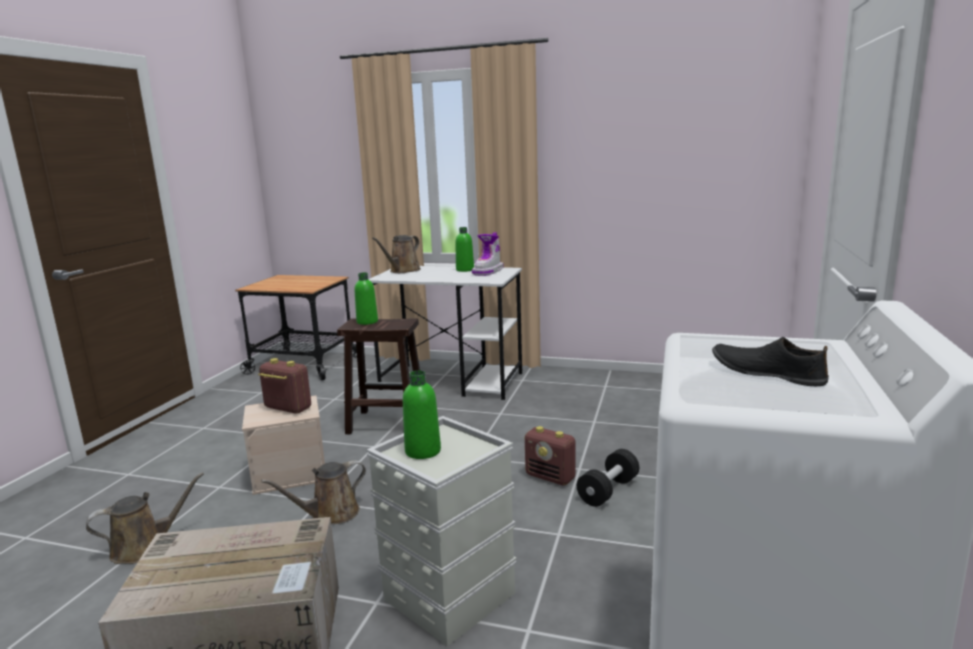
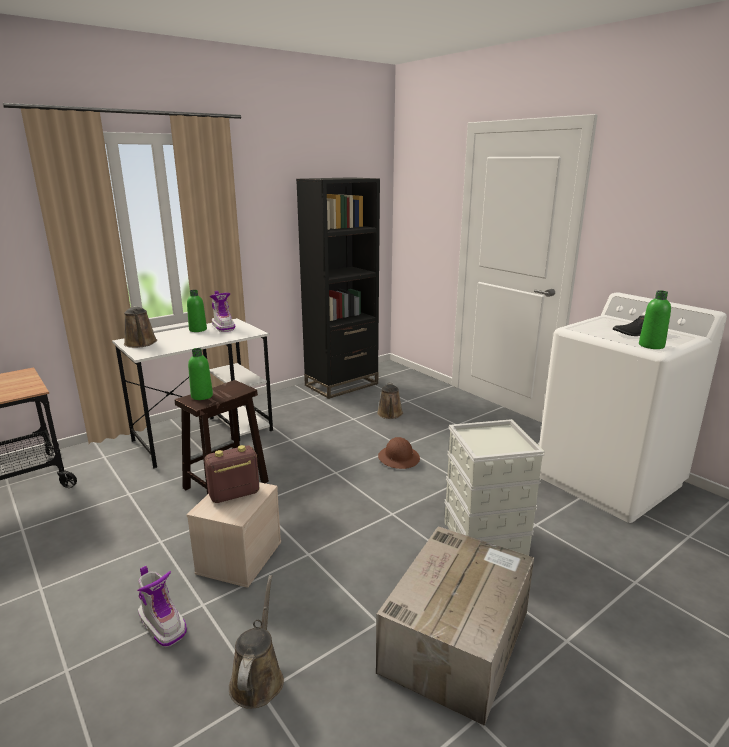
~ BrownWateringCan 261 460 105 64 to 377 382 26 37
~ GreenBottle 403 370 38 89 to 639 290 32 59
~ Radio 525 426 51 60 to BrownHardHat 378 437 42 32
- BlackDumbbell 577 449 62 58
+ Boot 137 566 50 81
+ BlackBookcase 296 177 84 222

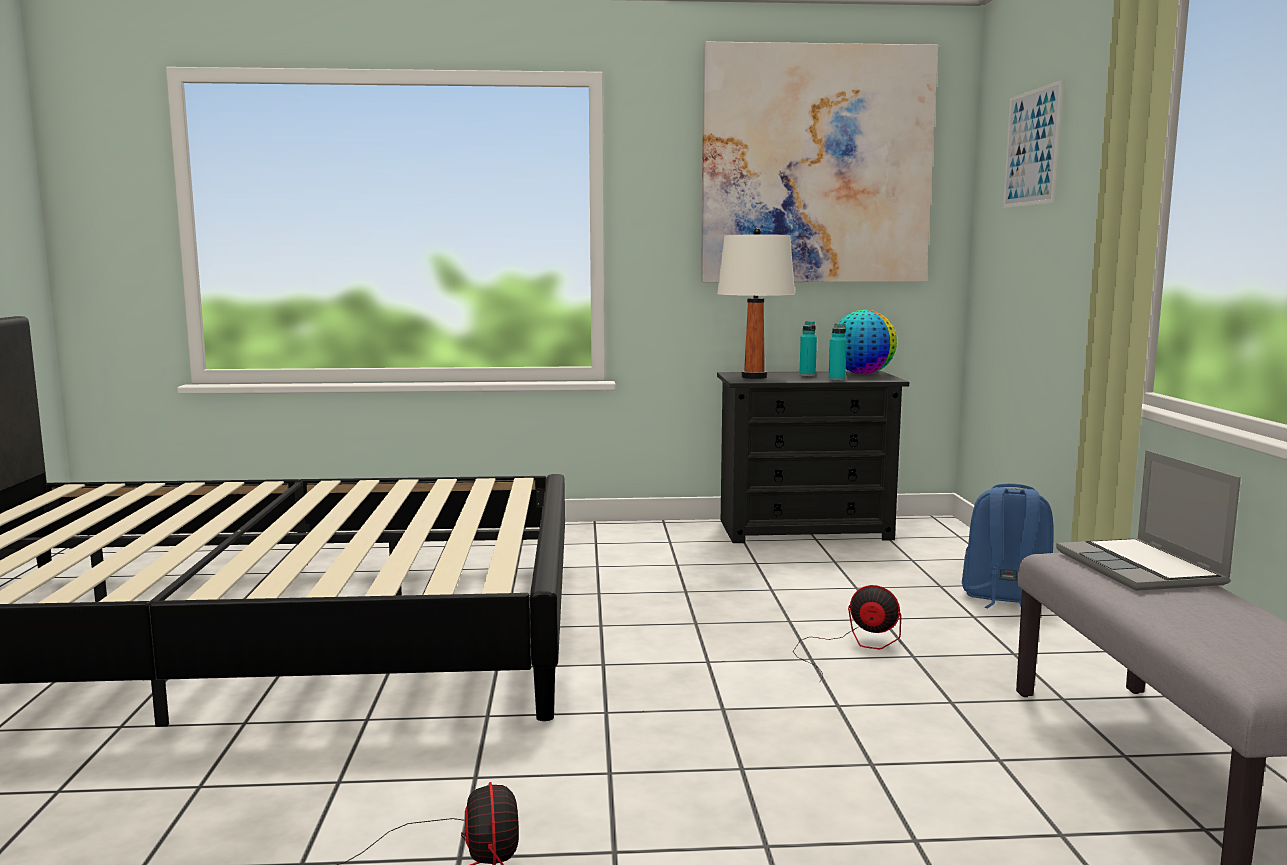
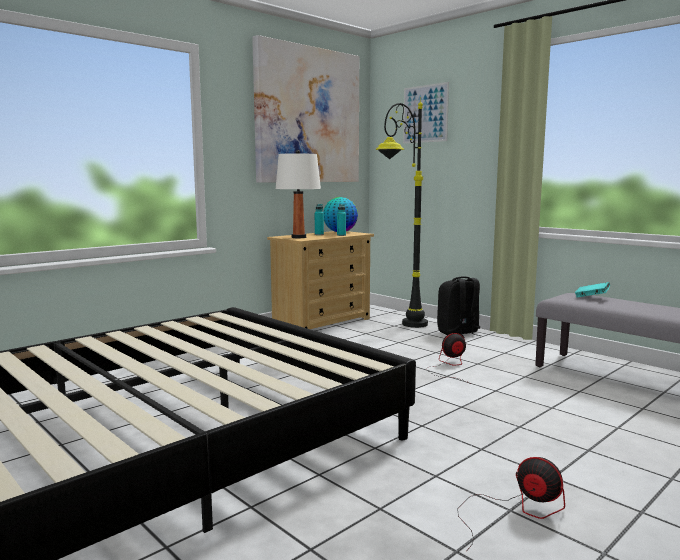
~ BlackDresser 717 371 192 172 to BeigeDresser 267 231 107 98
~ BlueBackpack 962 483 92 125 to BlackBackpack 437 277 44 61
~ Laptop 1056 450 185 141 to TurquoiseBook 575 282 35 15
+ BlackFloorLamp 375 97 53 231

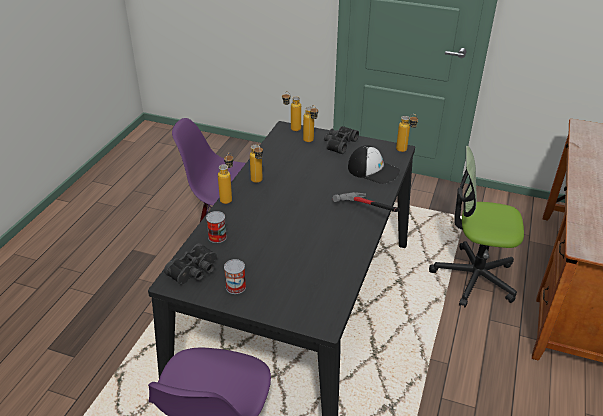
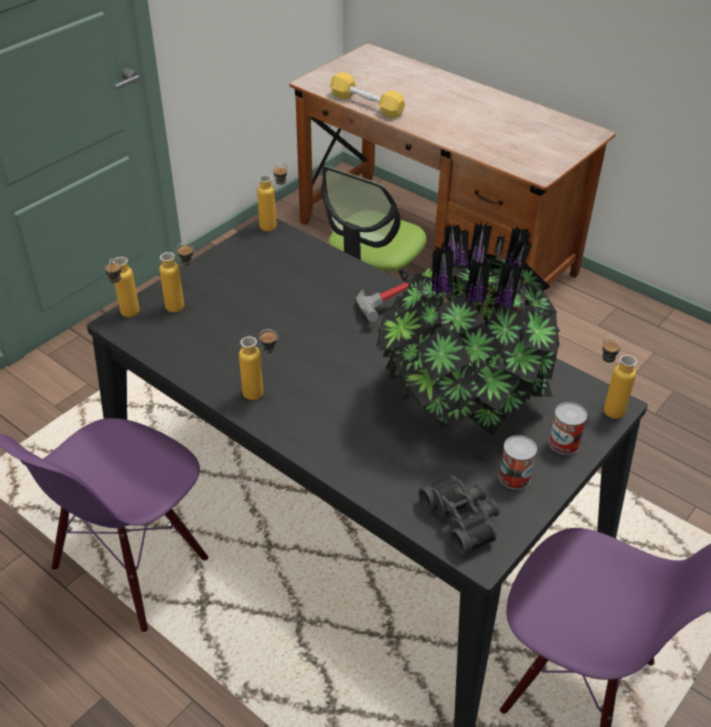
~ Can 206 211 21 32 to 549 402 38 53
~ Bottle 218 152 15 52 to 602 337 35 82
- BlackBinoculars 324 126 35 28
- Cap 348 145 52 39
+ YellowDumbbell 330 72 75 47
+ PottedPlant 376 221 184 214

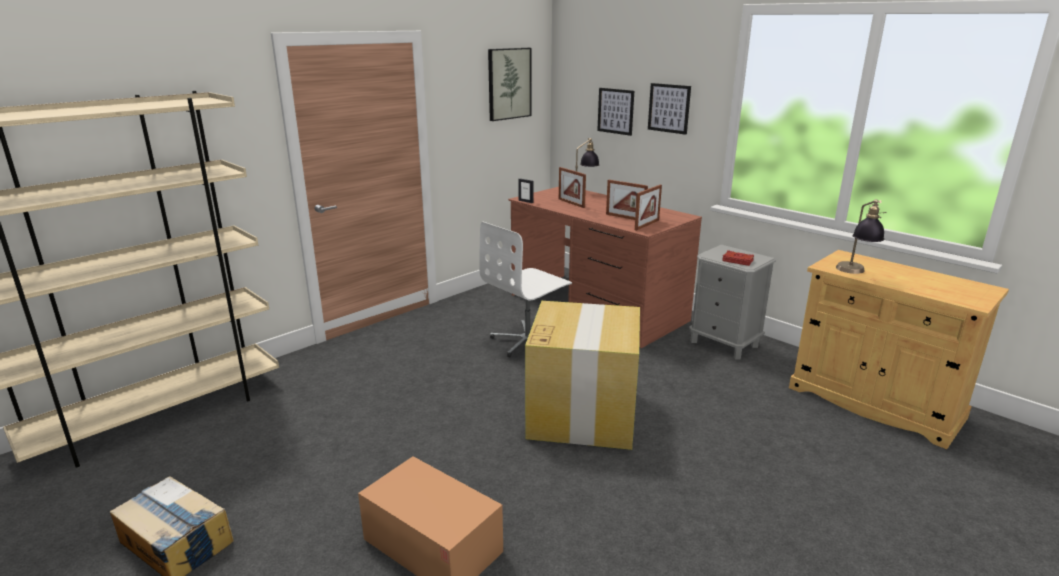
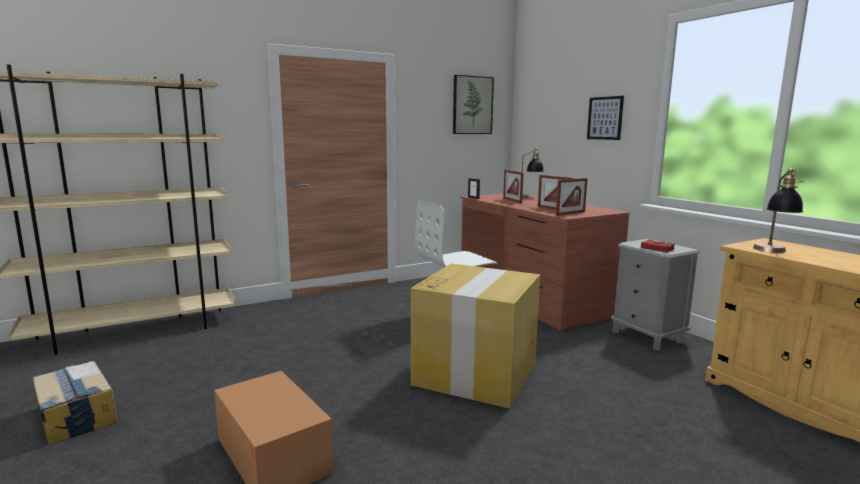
- Picture 597 88 37 48

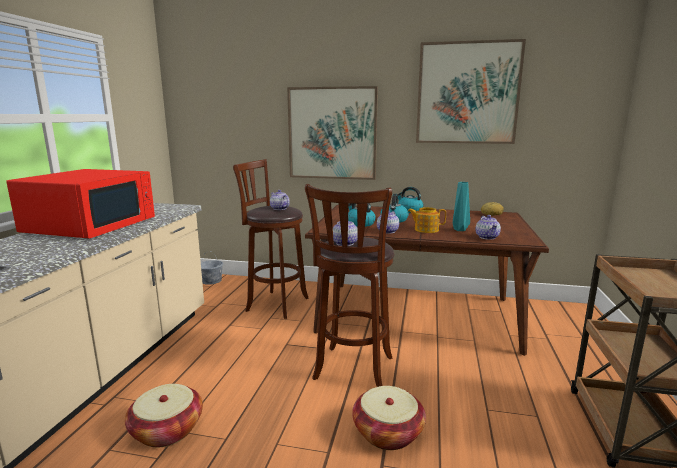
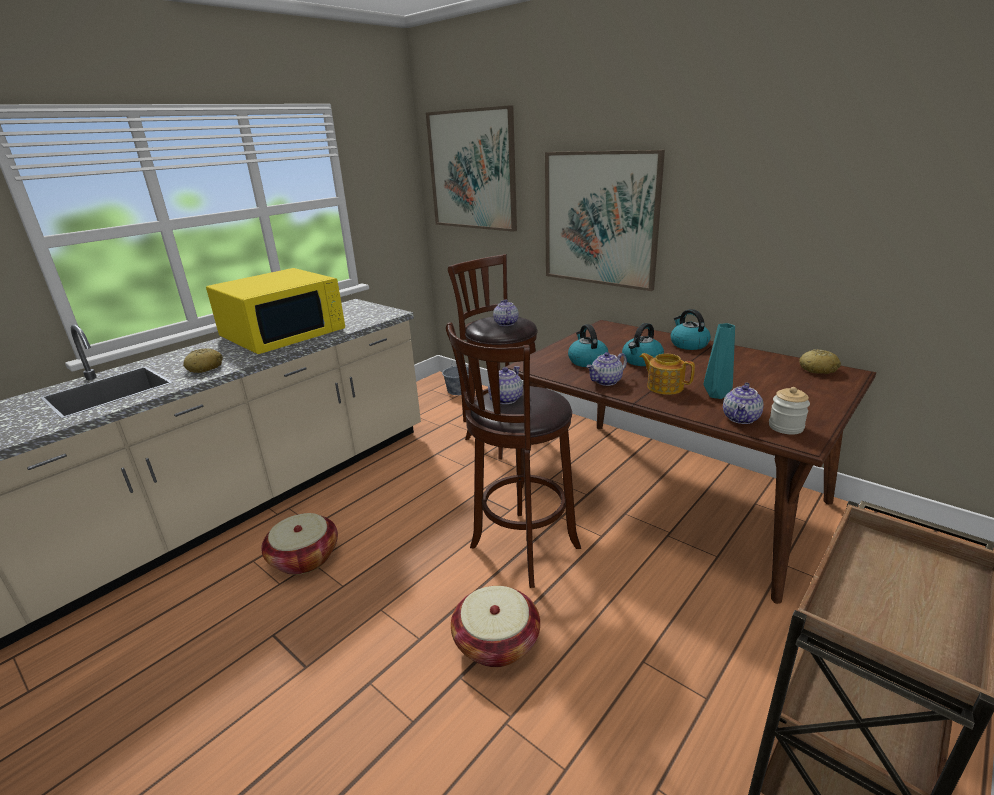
~ RedMicrowave 6 169 149 69 to YellowMicrowave 206 268 139 86
~ Picture 416 39 110 105 to 426 105 91 127
+ Bread 183 348 40 25
+ Jar 769 387 41 48

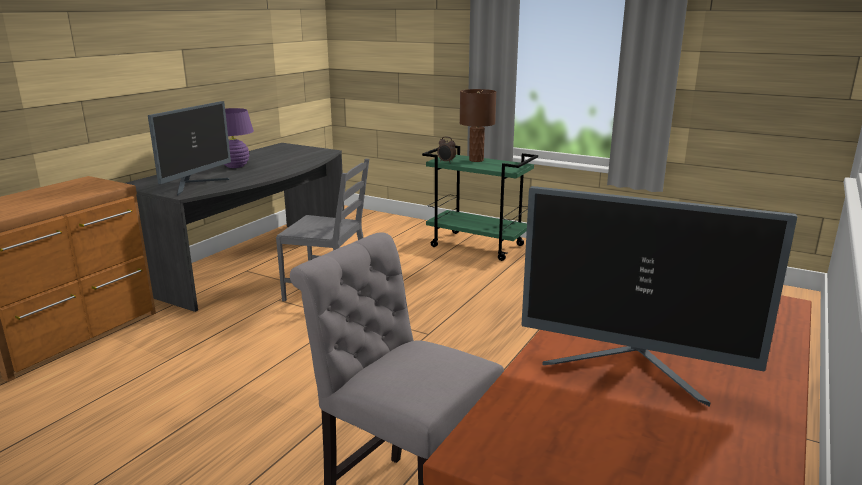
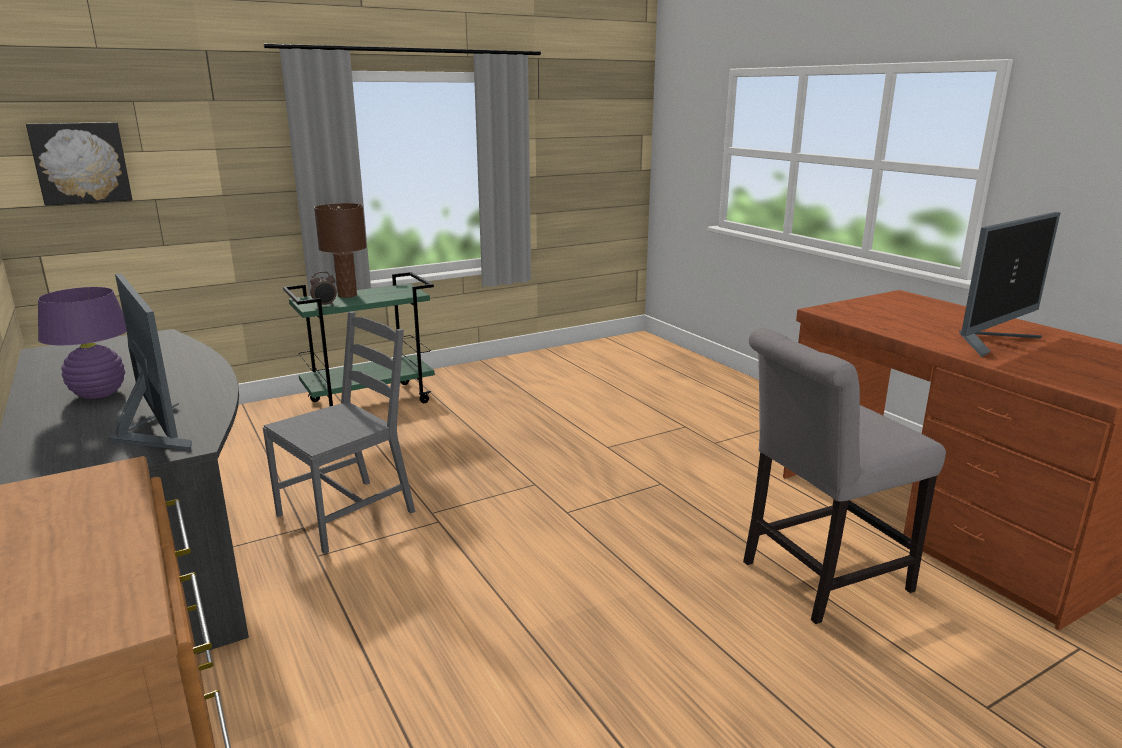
+ Picture 26 122 106 84

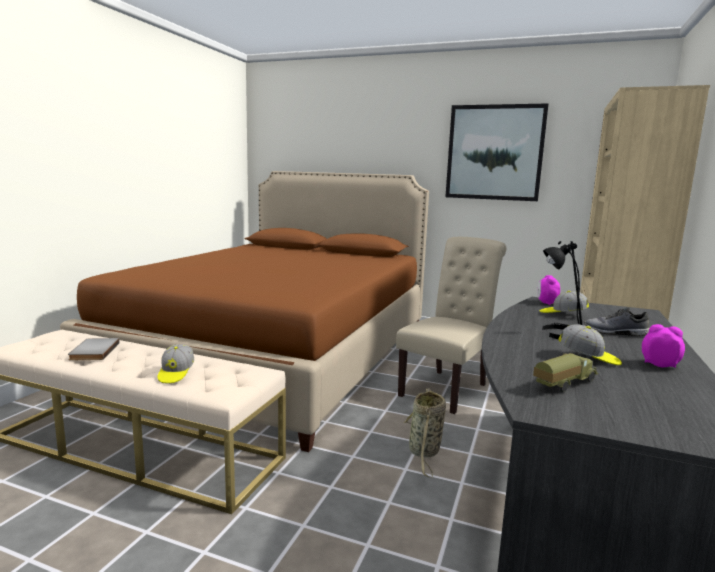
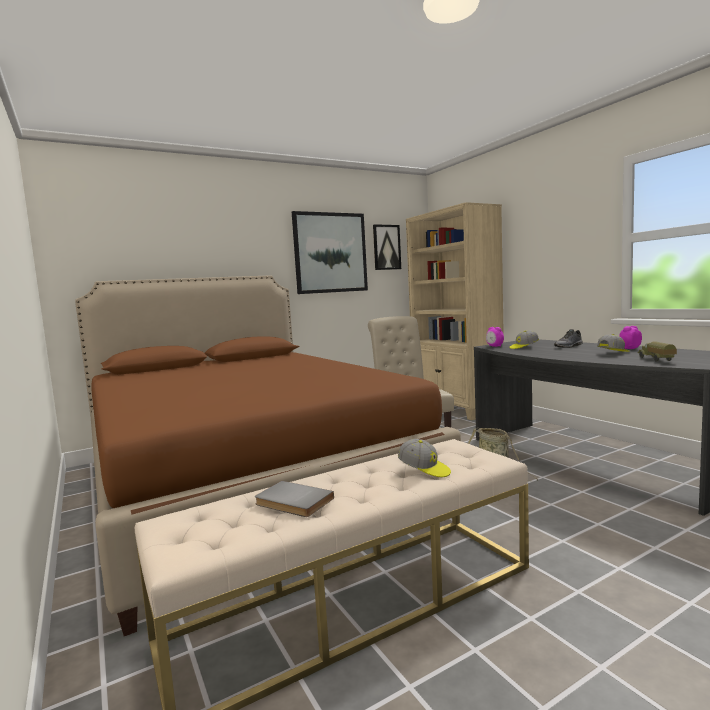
- BlackTableLamp 542 241 41 98
+ Picture 373 224 28 46

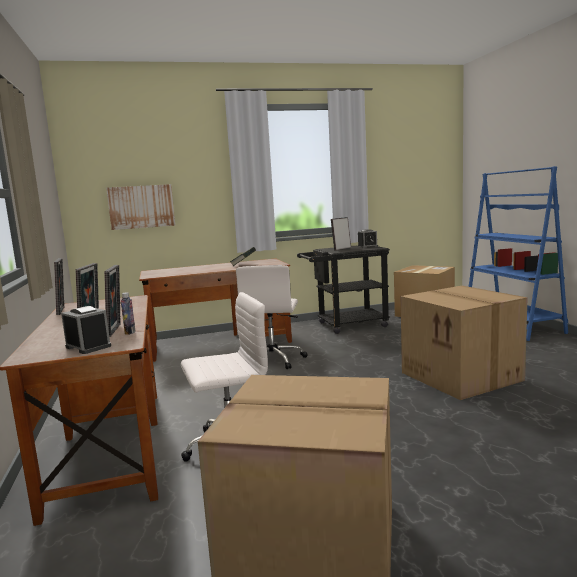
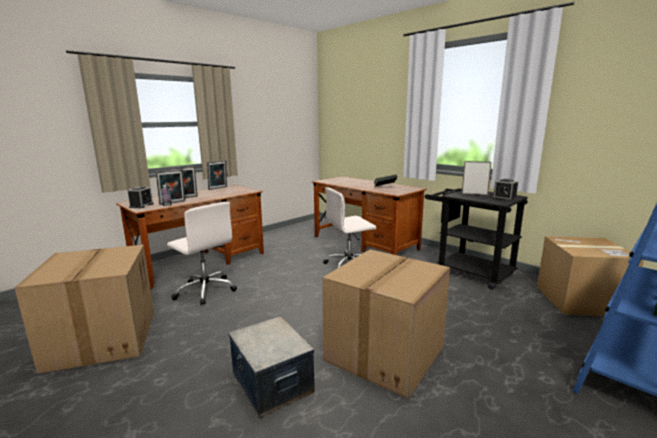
- Picture 106 184 69 46
+ StorageBox 229 316 86 102

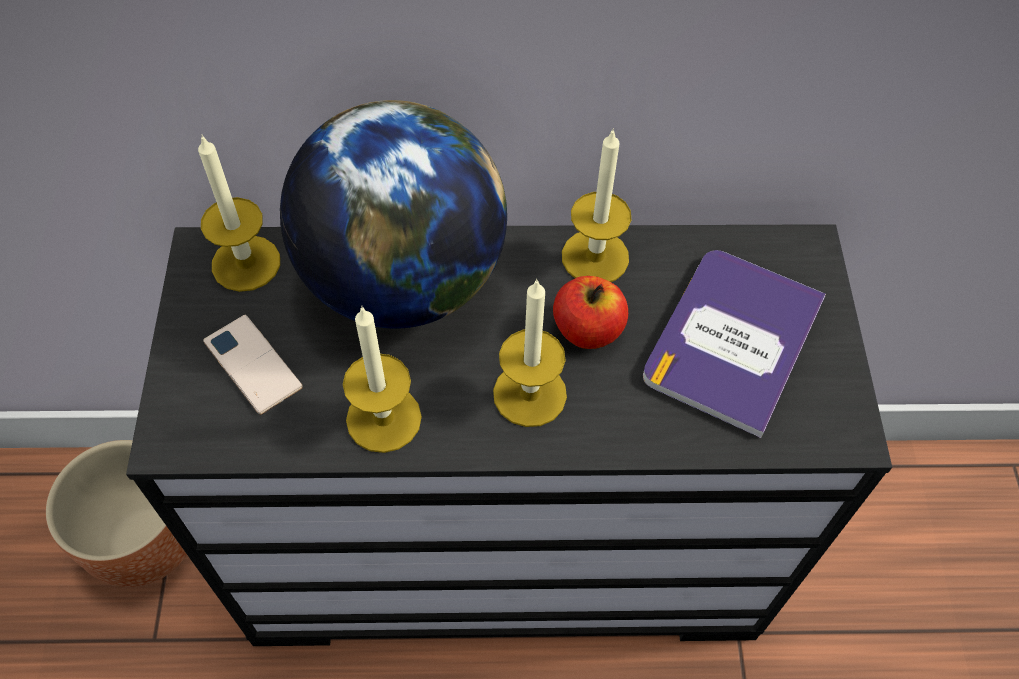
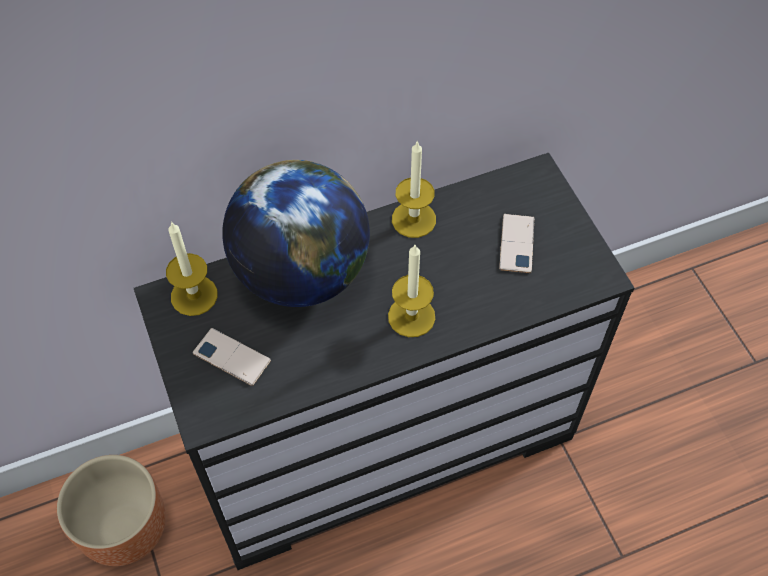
- Candle 343 306 79 147
- Apple 553 276 75 73
~ Book 643 250 183 188 to Phone 499 214 36 59

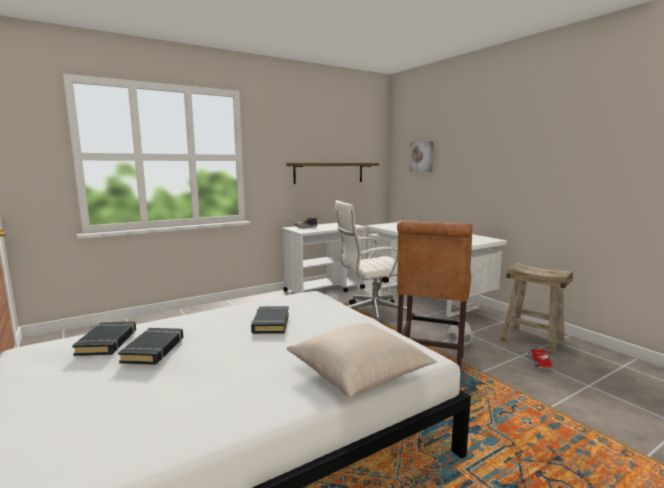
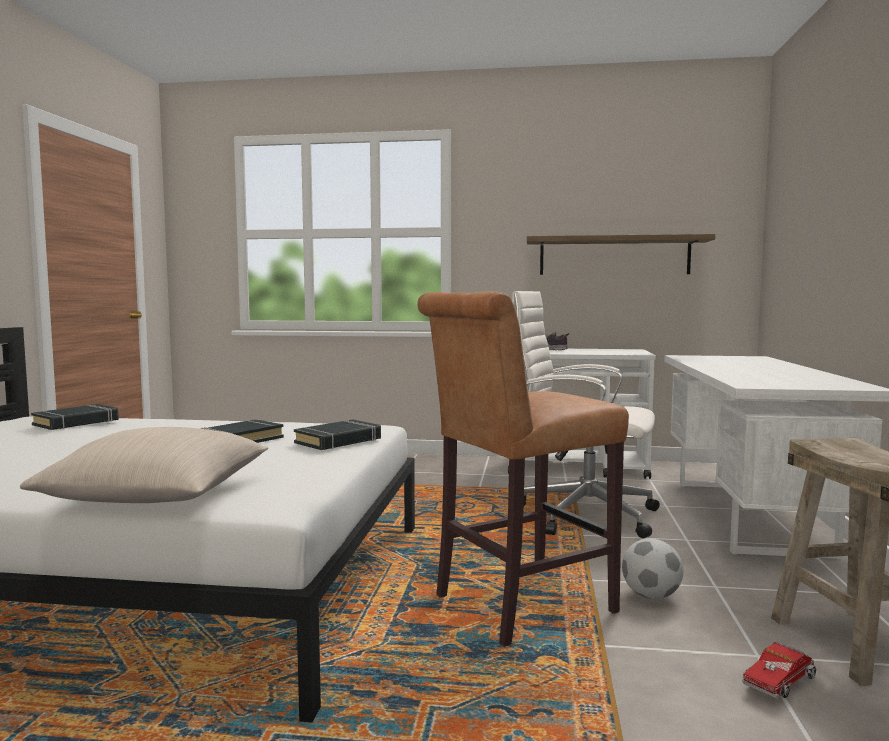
~ BlackBook 118 328 65 37 to 294 419 87 31
- Picture 410 141 24 31

